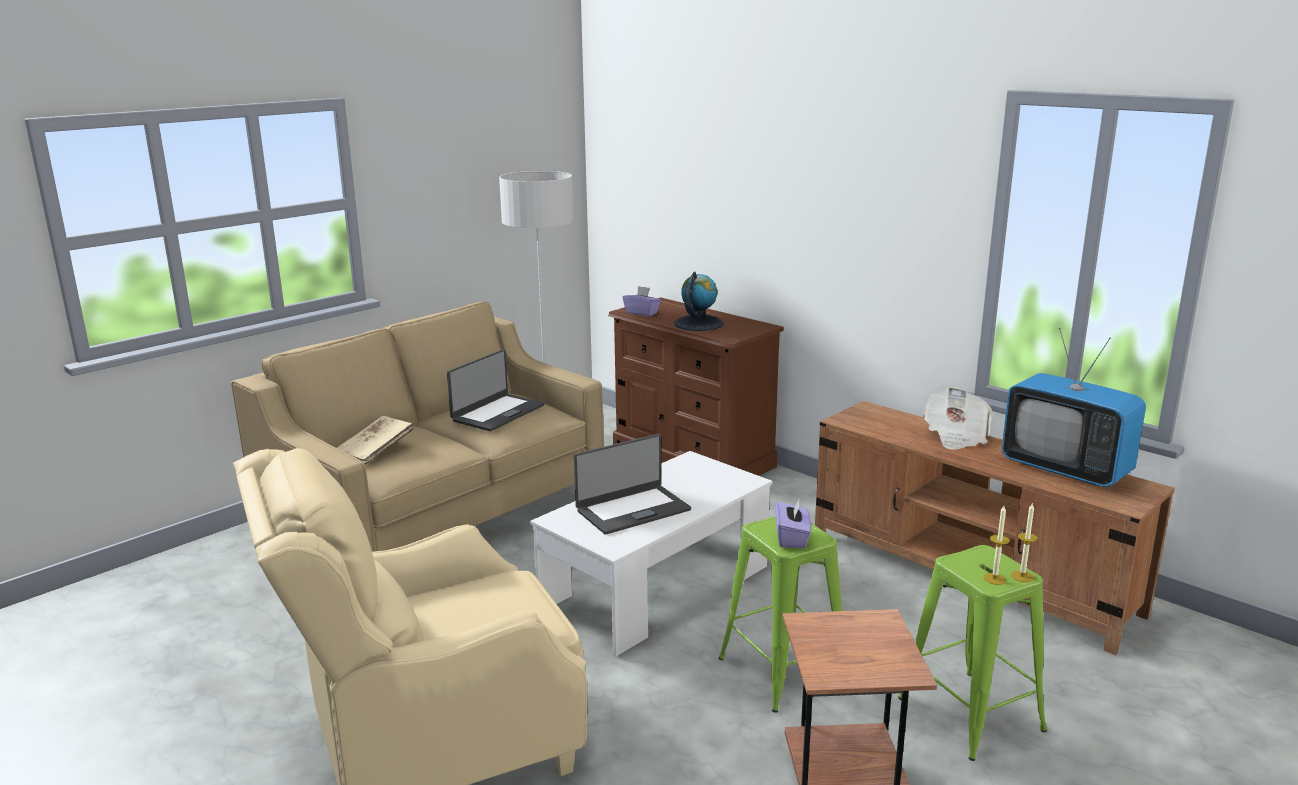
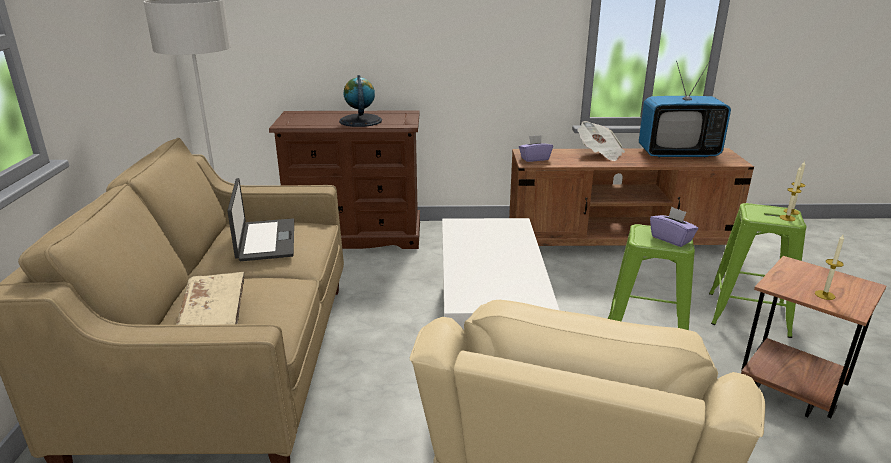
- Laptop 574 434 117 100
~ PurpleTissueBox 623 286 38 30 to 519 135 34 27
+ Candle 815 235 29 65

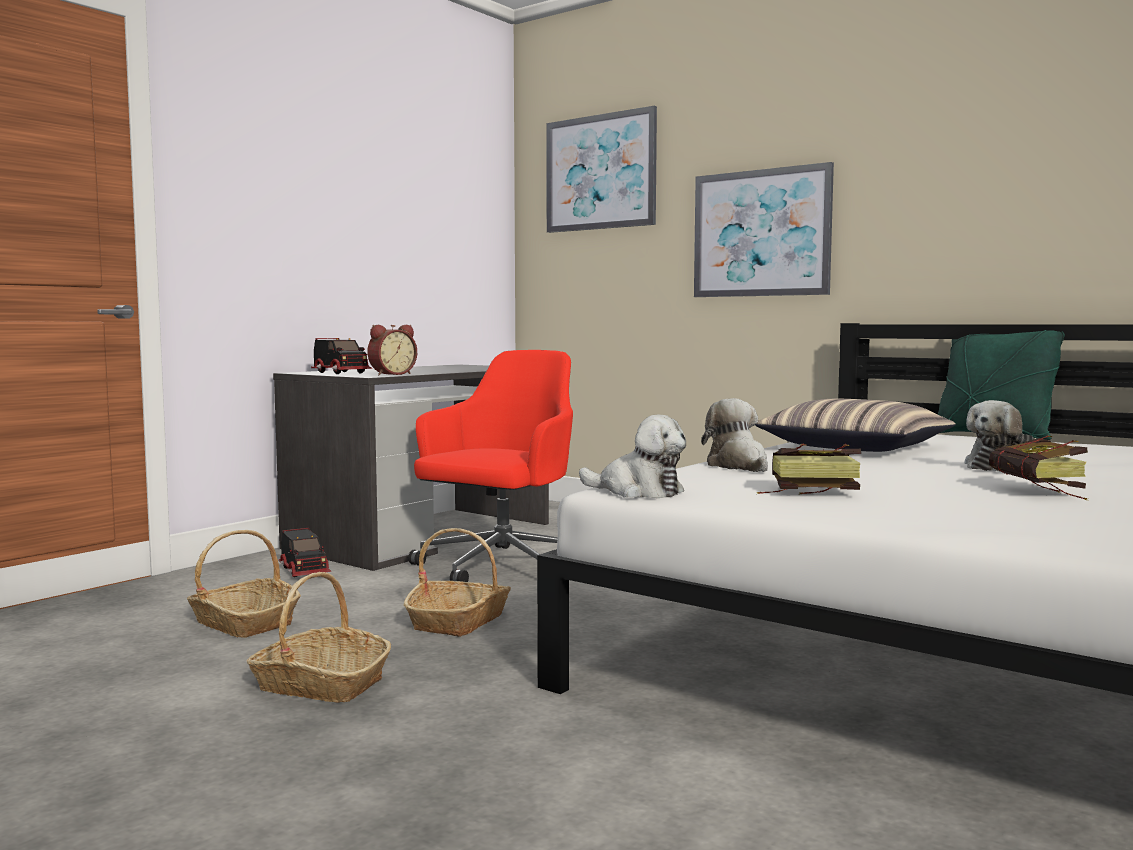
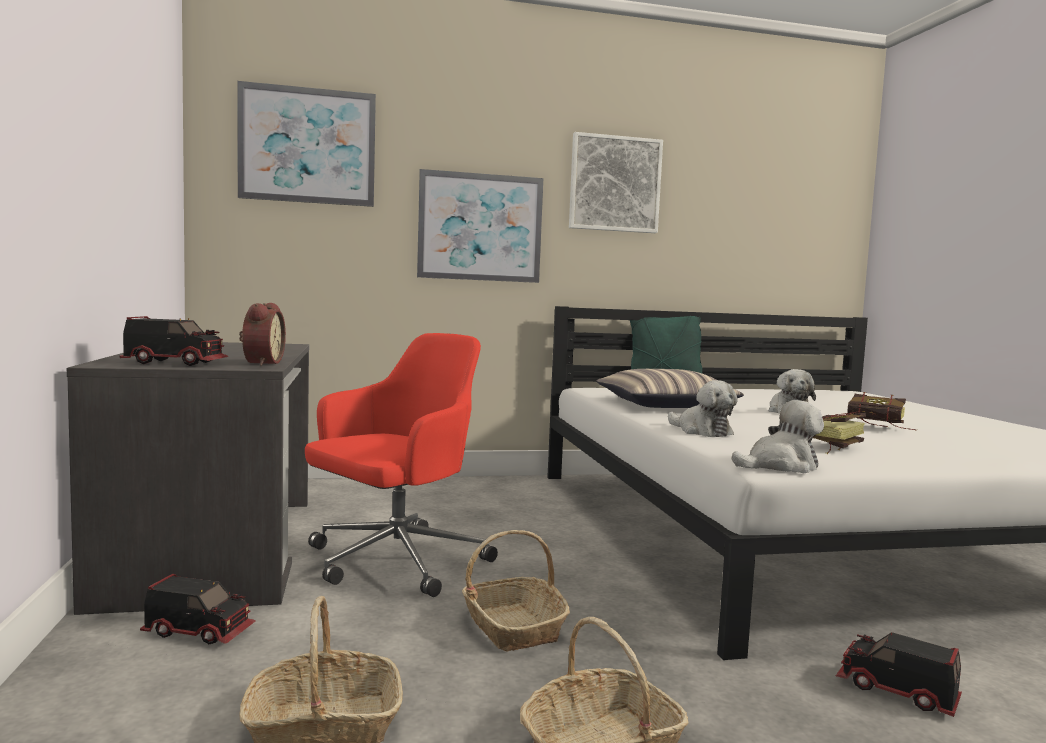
~ RedOfficeChair 408 350 165 232 = 305 333 193 264 60 degrees clockwise
~ PlushToy 701 398 67 74 = 668 380 70 57 150 degrees counterclockwise
+ Picture 569 132 94 101
+ ToyTruck 836 632 126 85

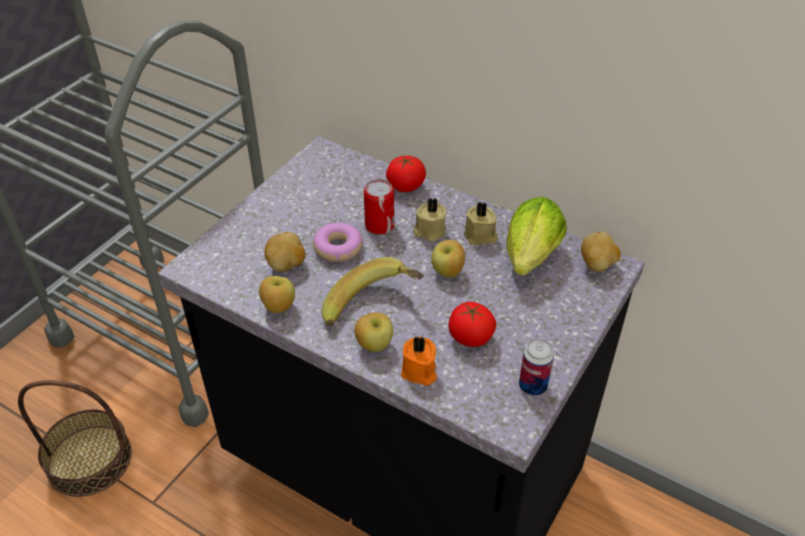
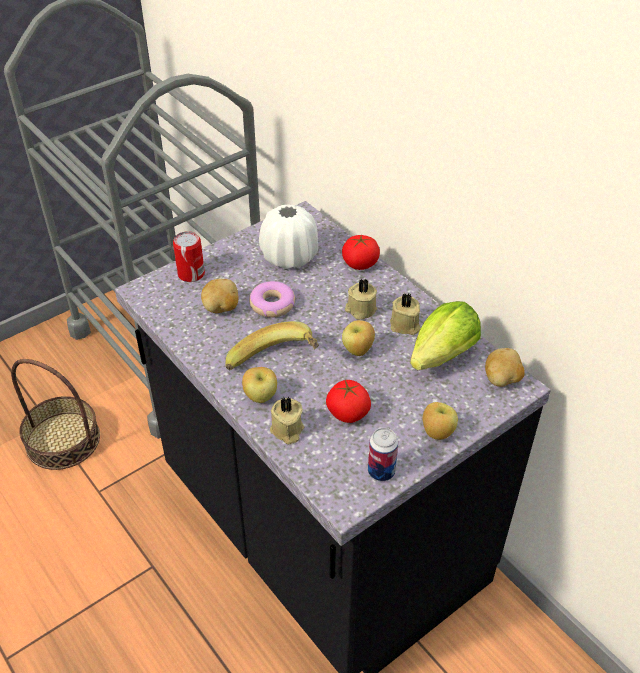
~ Apple 259 276 36 37 to 423 402 35 38
~ Can 364 179 30 56 to 173 231 32 51
~ OrangeCandle 401 336 36 50 to BeigeCandle 270 397 34 47
+ WhiteVase 259 204 59 65

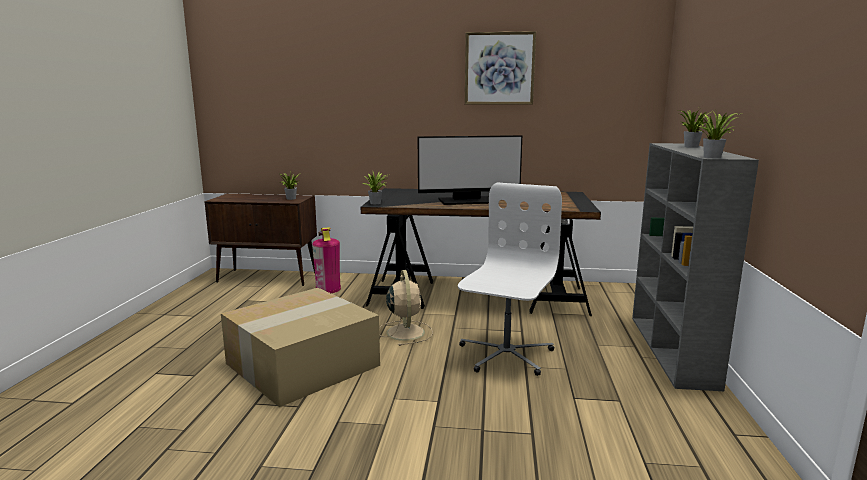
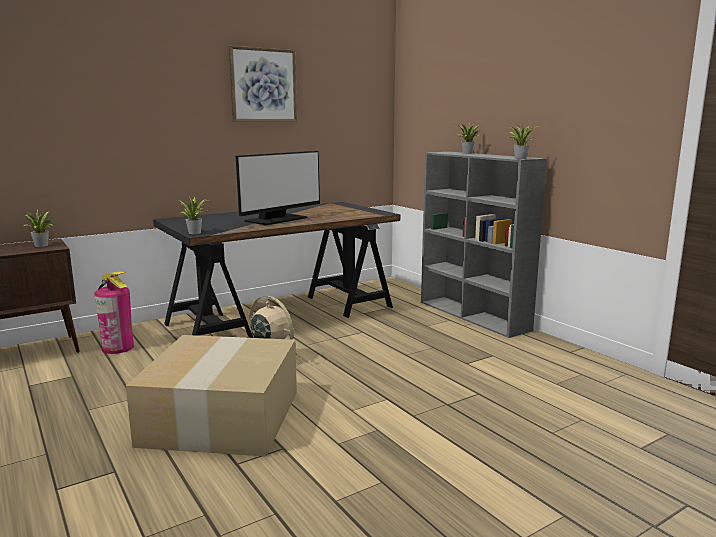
- WhiteOfficeChair 458 183 104 193

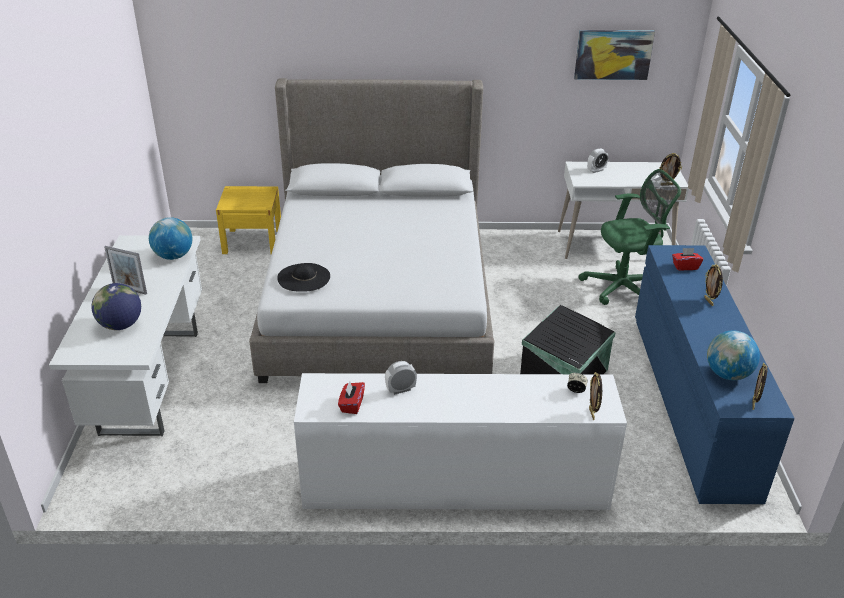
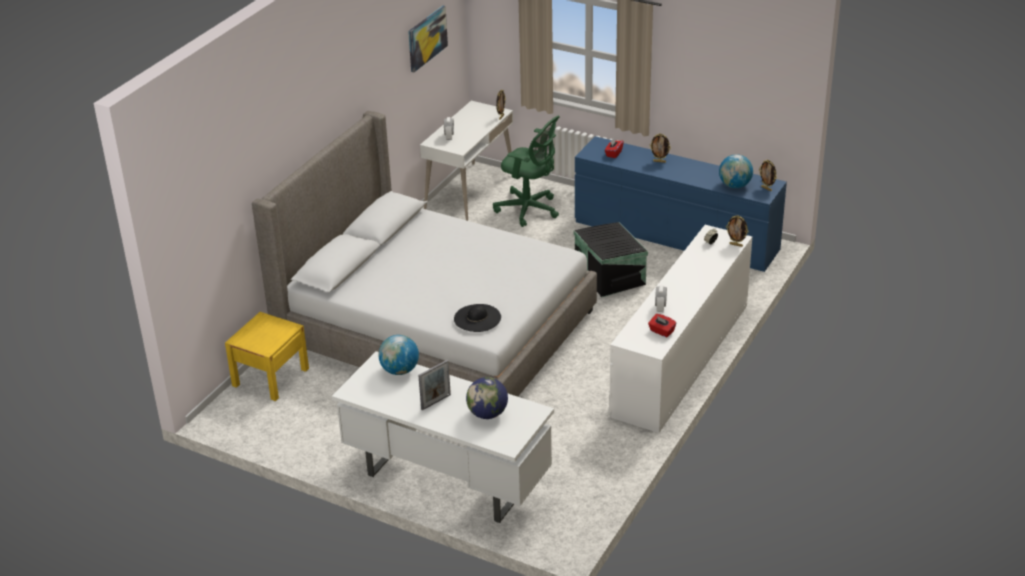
~ GreenOfficeChair 578 169 103 136 = 493 116 67 111 105 degrees clockwise

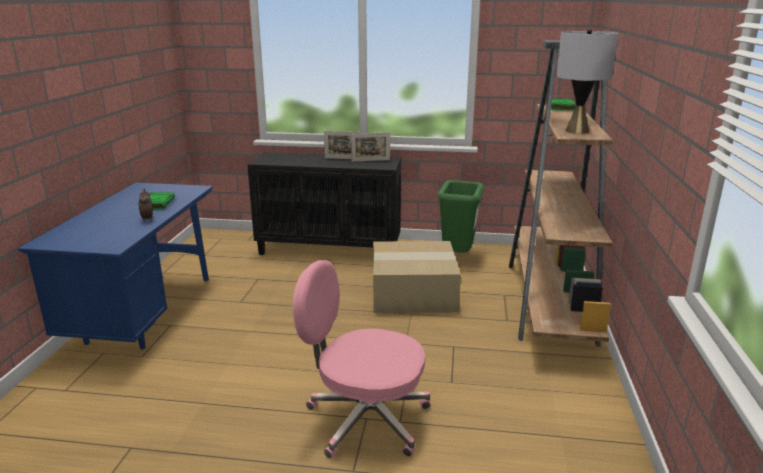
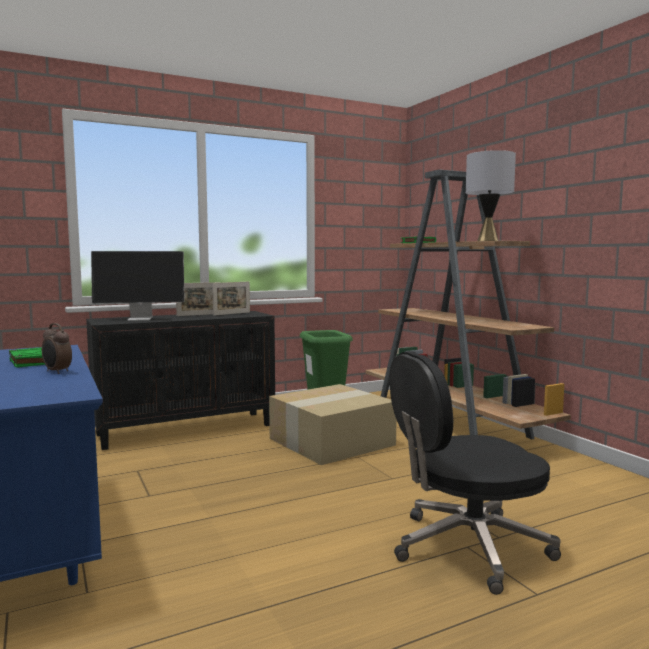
~ PinkOfficeChair 293 260 137 199 to BlackOfficeChair 389 351 172 244
+ Monitor 91 251 94 70

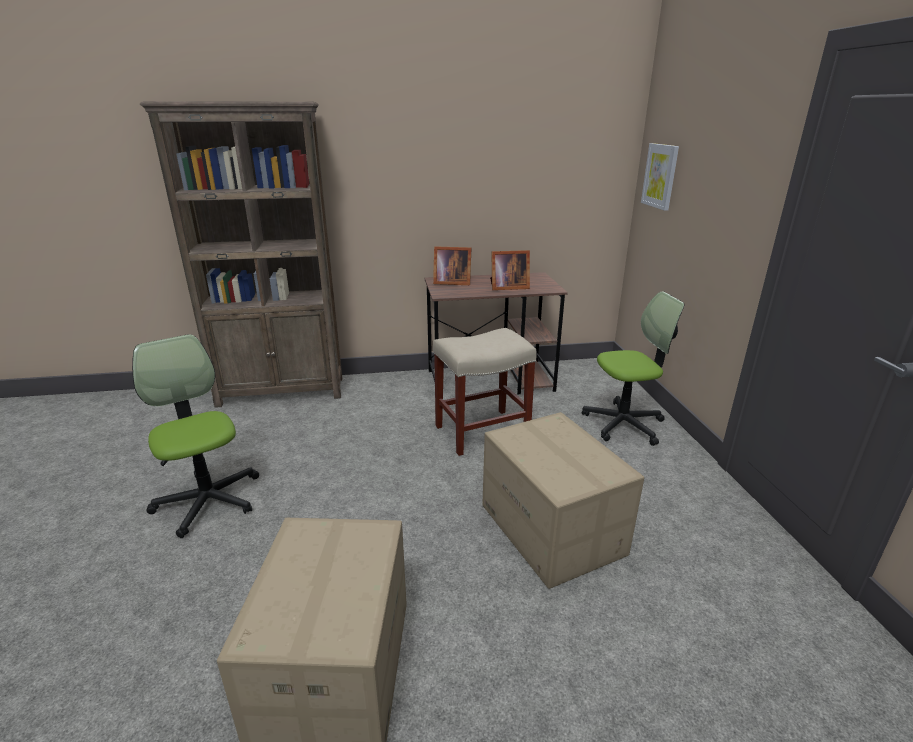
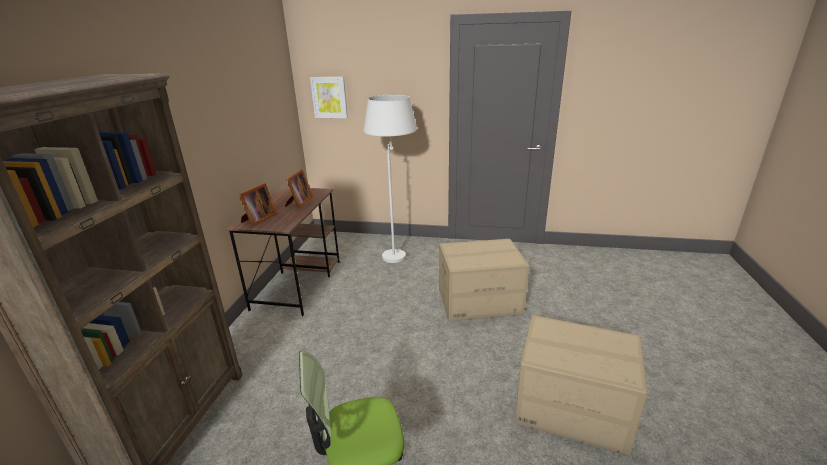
- BeigeStool 433 328 104 128
~ OfficeChair 582 292 103 154 to WhiteFloorLamp 363 95 54 168

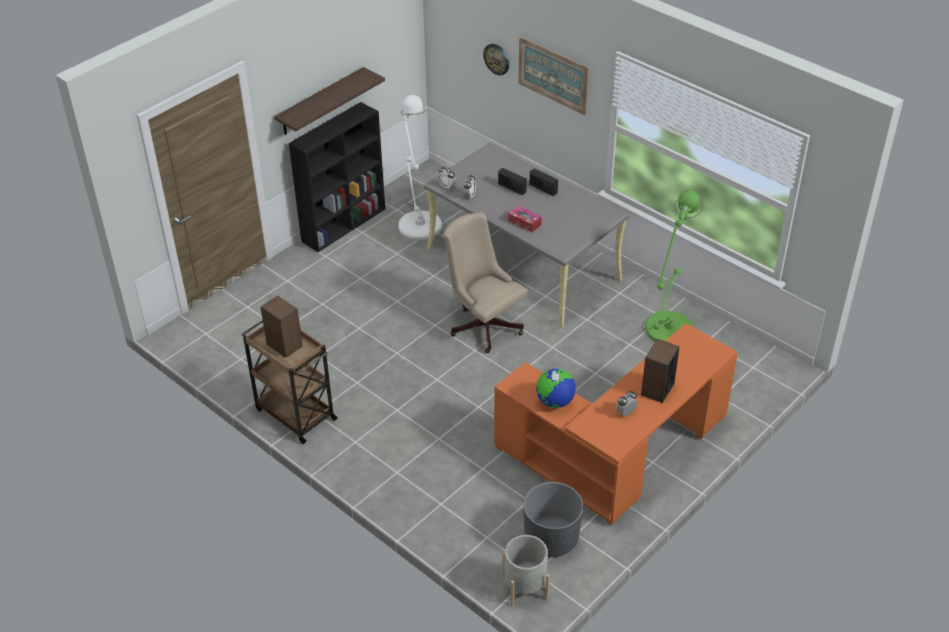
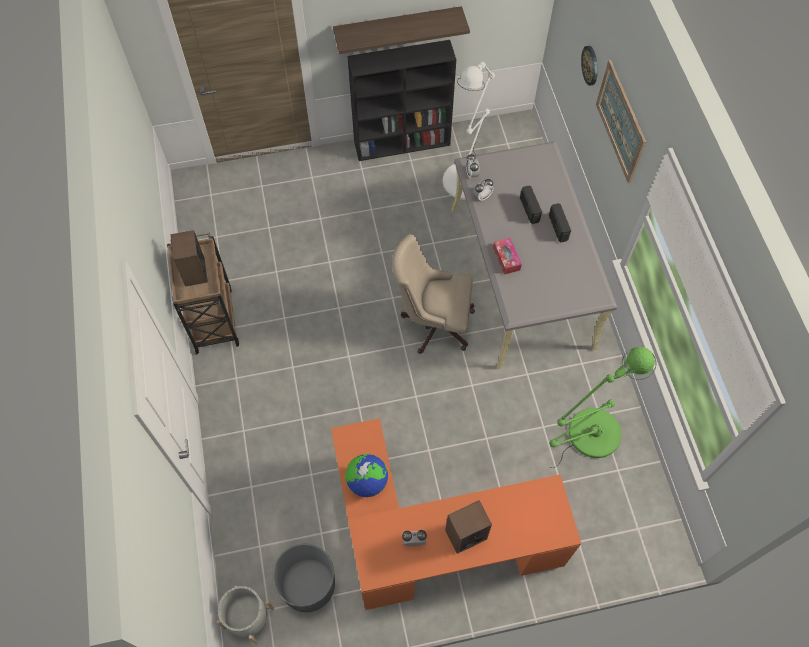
~ BeigeOfficeChair 443 212 85 141 = 392 234 83 120 75 degrees counterclockwise

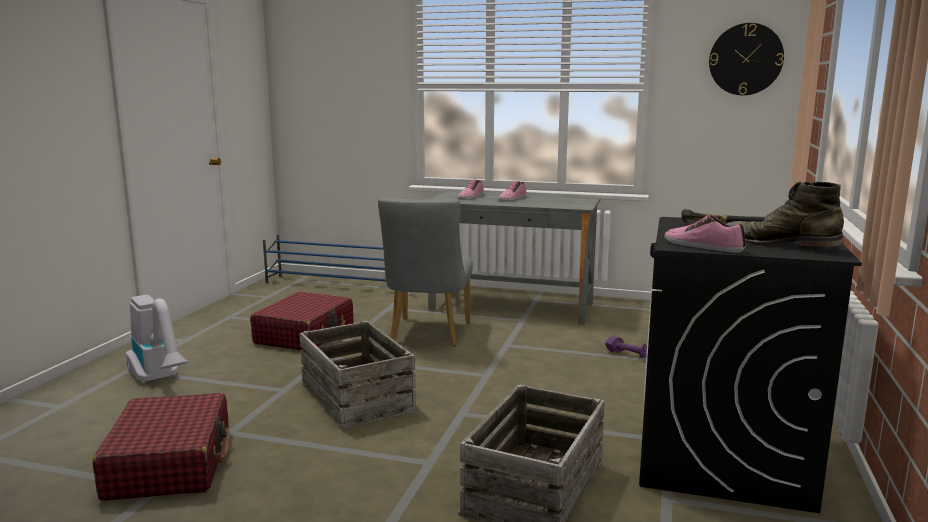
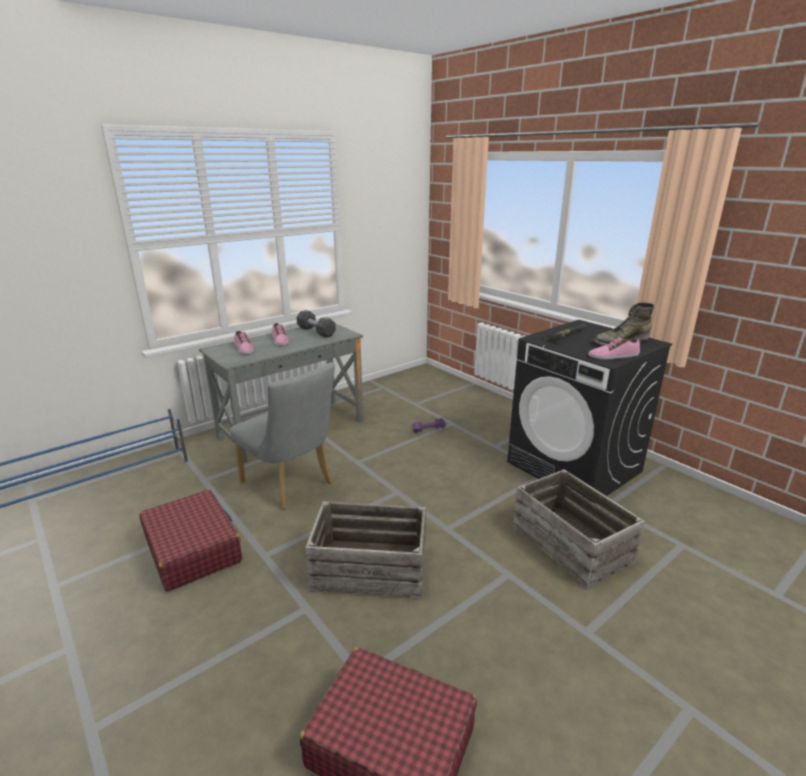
- VacuumCleaner 126 295 63 89
- WallClock 709 23 75 72
+ BlackDumbbell 296 310 40 28

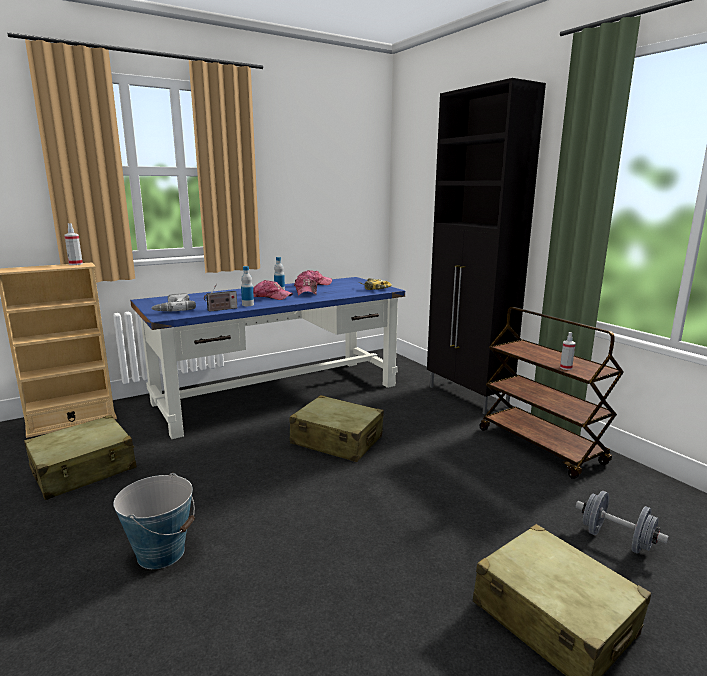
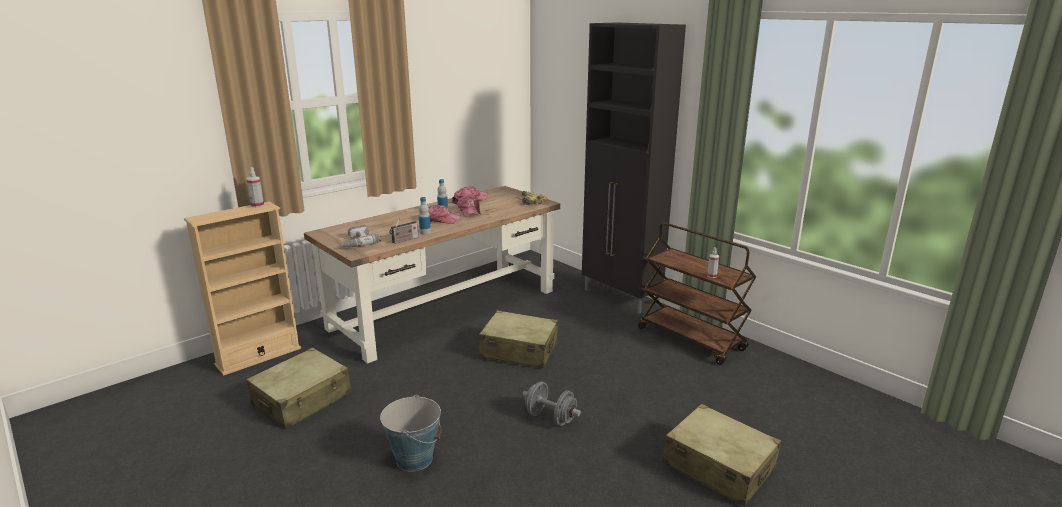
~ BlueDesk 130 277 275 162 to BrownDesk 304 186 257 178
~ GreyDumbbell 576 491 93 63 to 522 381 59 45

